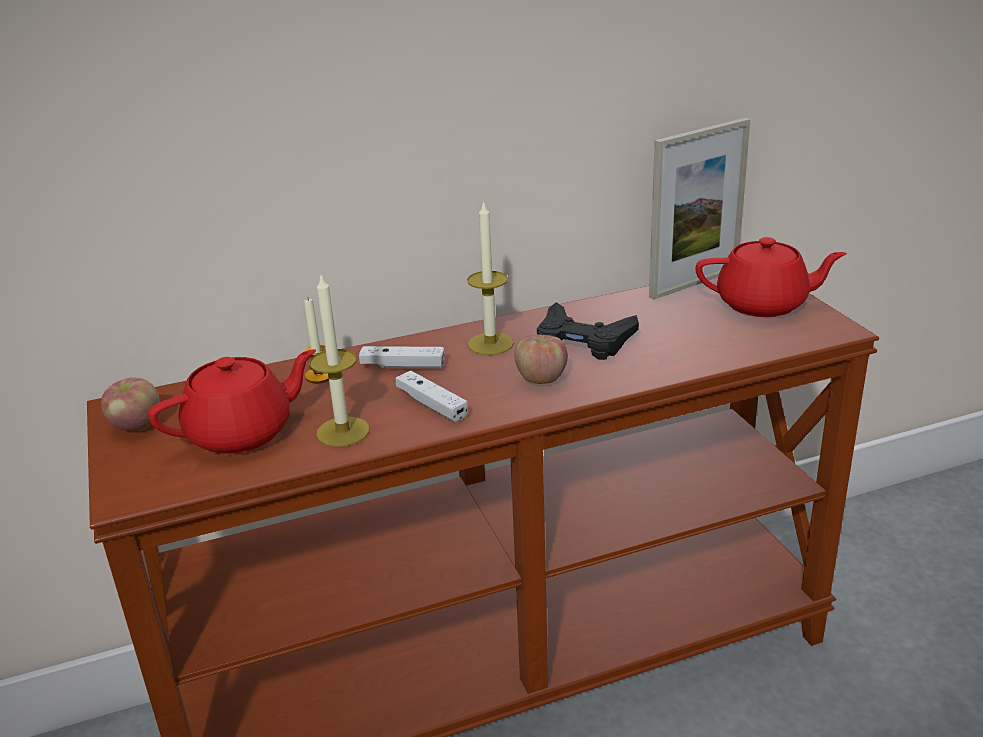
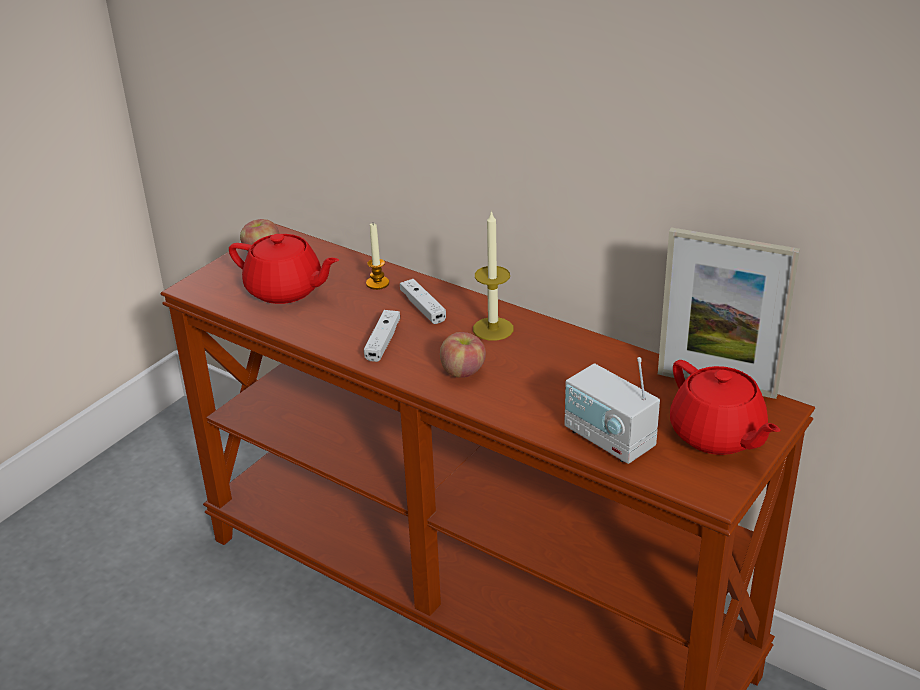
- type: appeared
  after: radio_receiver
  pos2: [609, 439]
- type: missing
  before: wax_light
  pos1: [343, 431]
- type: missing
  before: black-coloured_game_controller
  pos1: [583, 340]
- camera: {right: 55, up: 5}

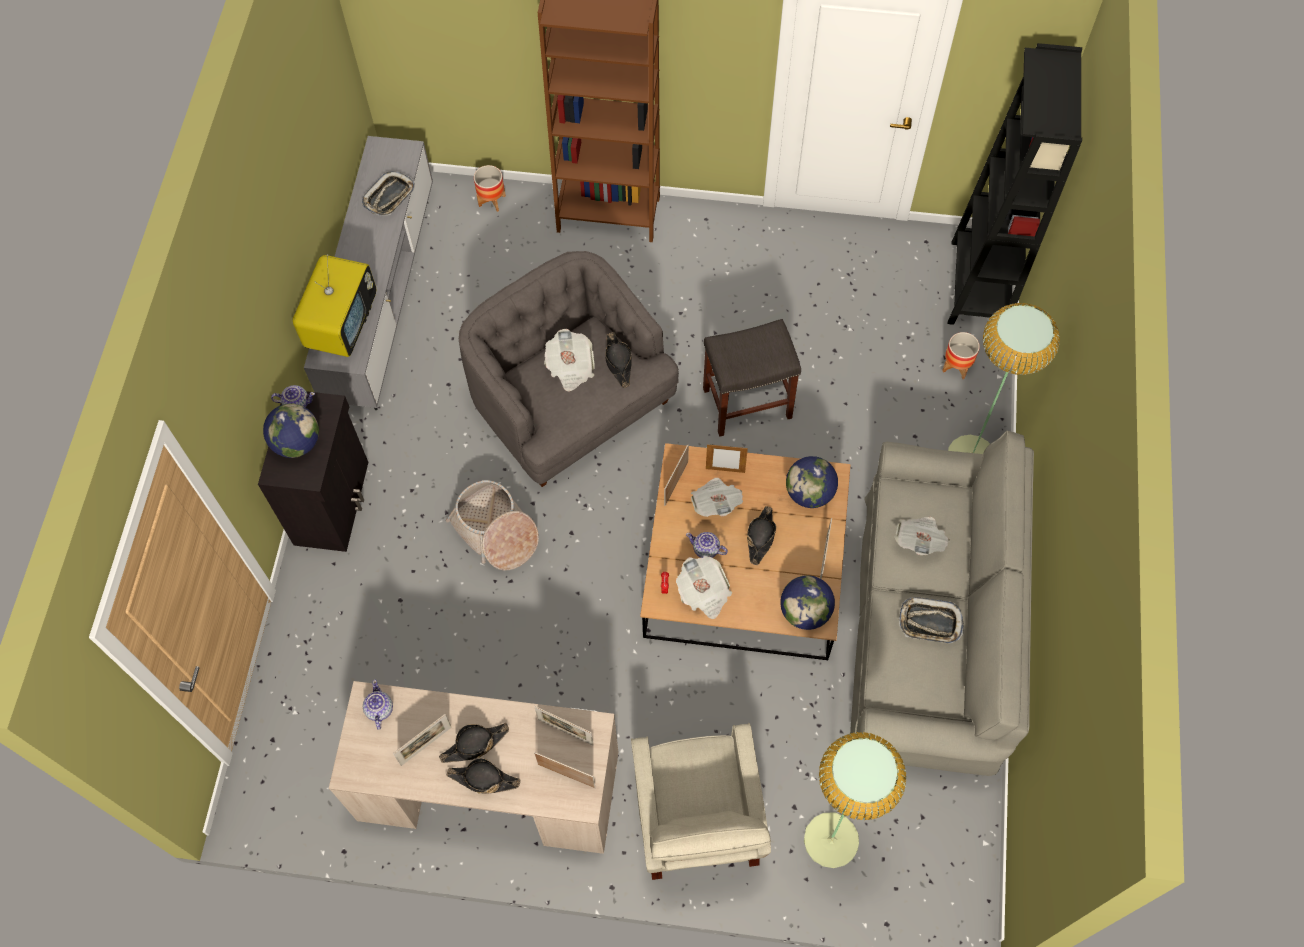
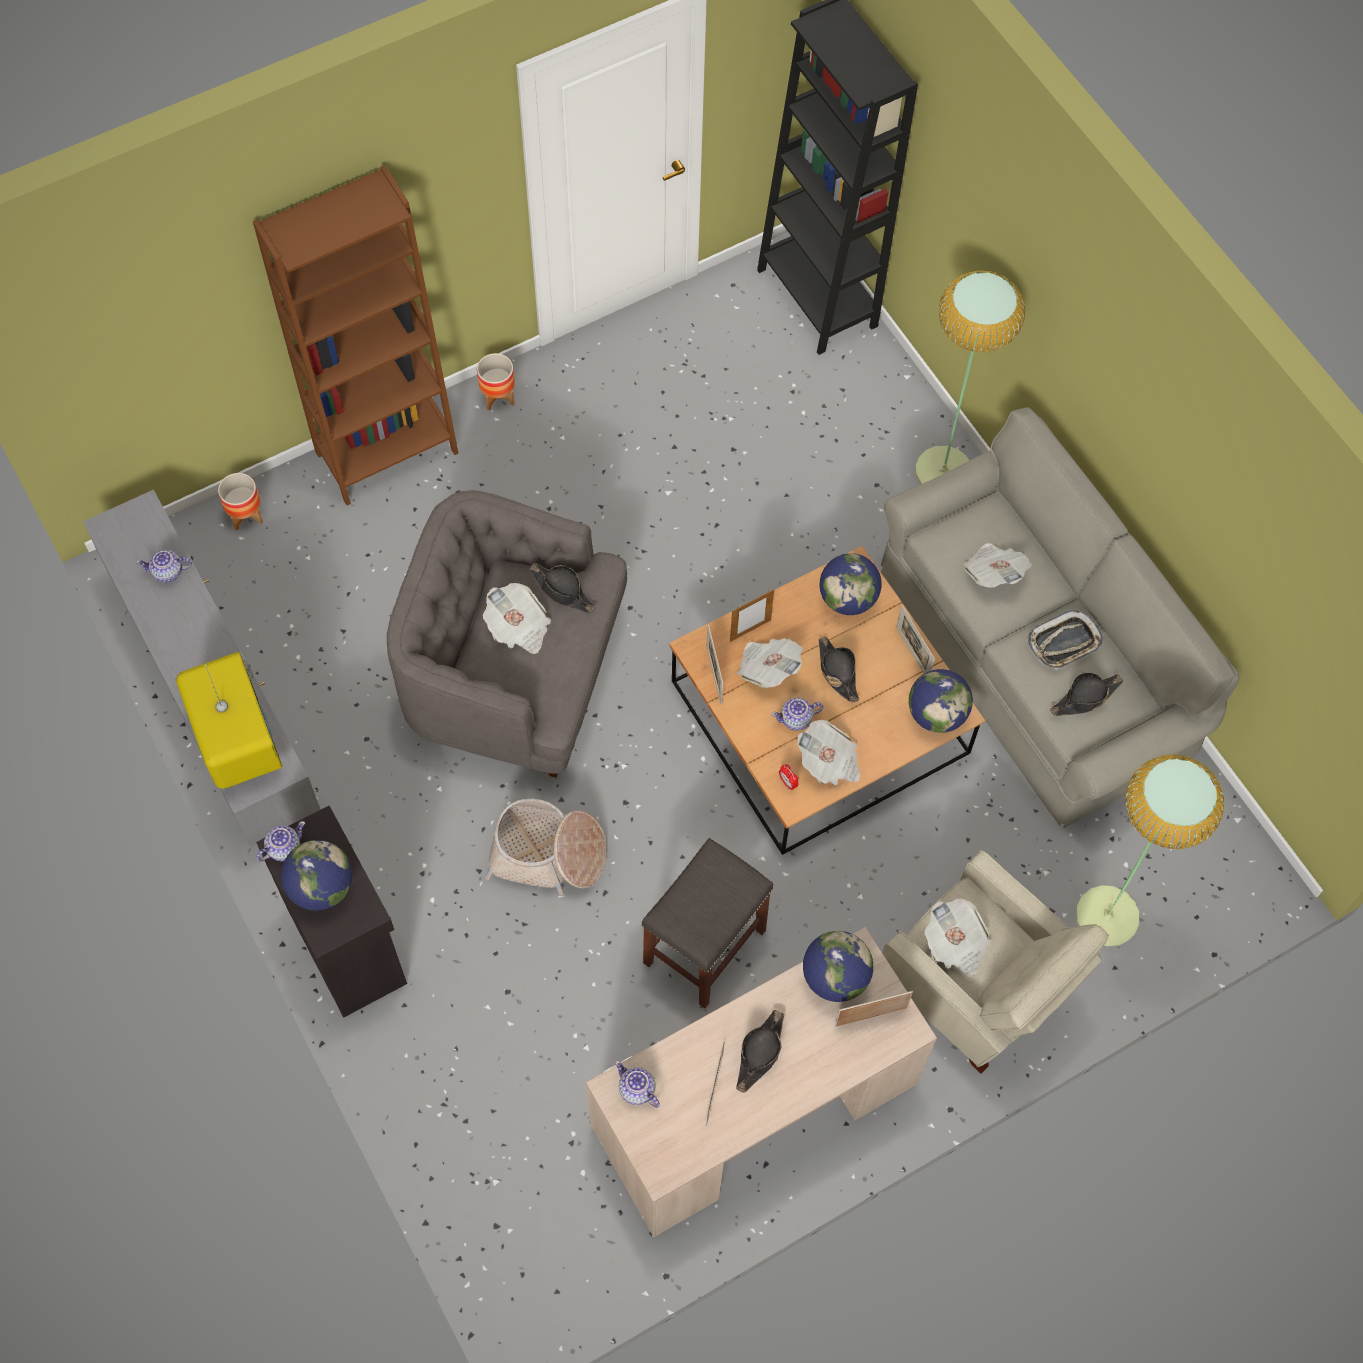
- type: exchanged
  before: tray
  after: tea_pot
  pos1: [389, 197]
  pos2: [168, 572]
- type: relocated
  before: flower_pot
  pos1: [956, 366]
  pos2: [498, 396]
- type: relocated
  before: grey_stool
  pos1: [748, 402]
  pos2: [705, 945]
- type: exchanged
  before: photo_frame
  after: globe
  pos1: [565, 732]
  pos2: [835, 977]
- type: appeared
  after: printed_paper
  pos2: [956, 944]
- type: relocated
  before: black-coloured_clothing_hat
  pos1: [483, 779]
  pos2: [1085, 698]
- camera: {right: -40, up: 0}

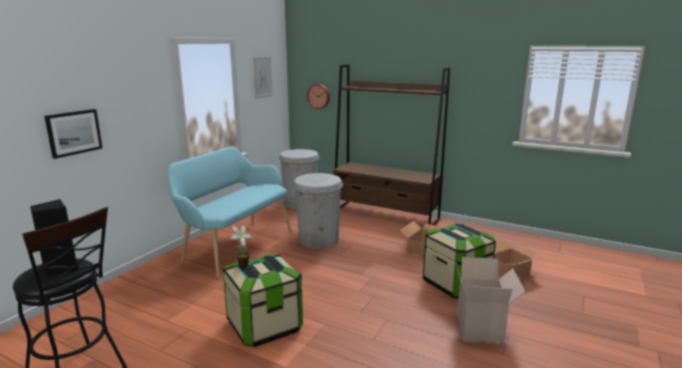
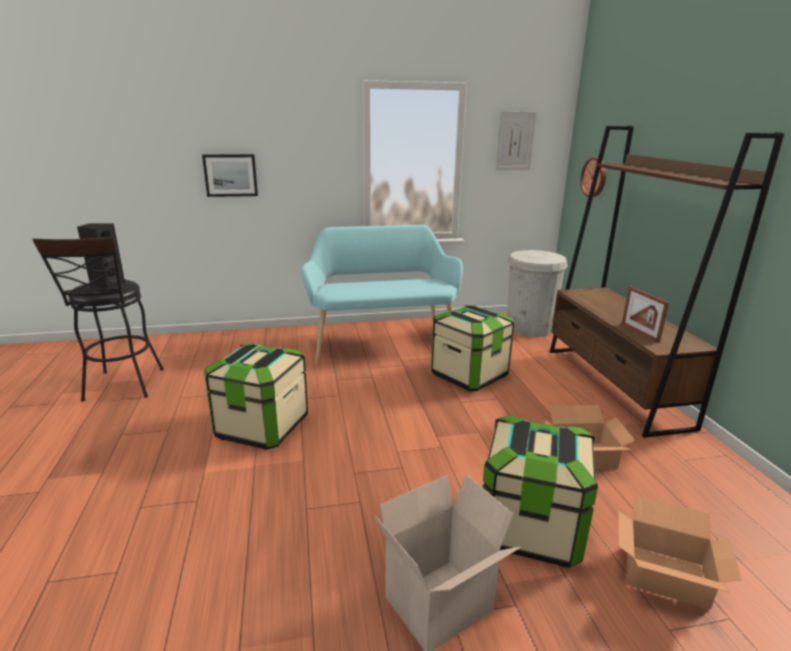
- type: exchanged
  before: white_rubbish_bin
  after: storage_box
  pos1: [318, 240]
  pos2: [469, 375]
- type: appeared
  after: photo_frame
  pos2: [639, 332]
- type: missing
  before: plant_in_a_pot
  pos1: [242, 265]
- camera: {right: 50, up: 5}

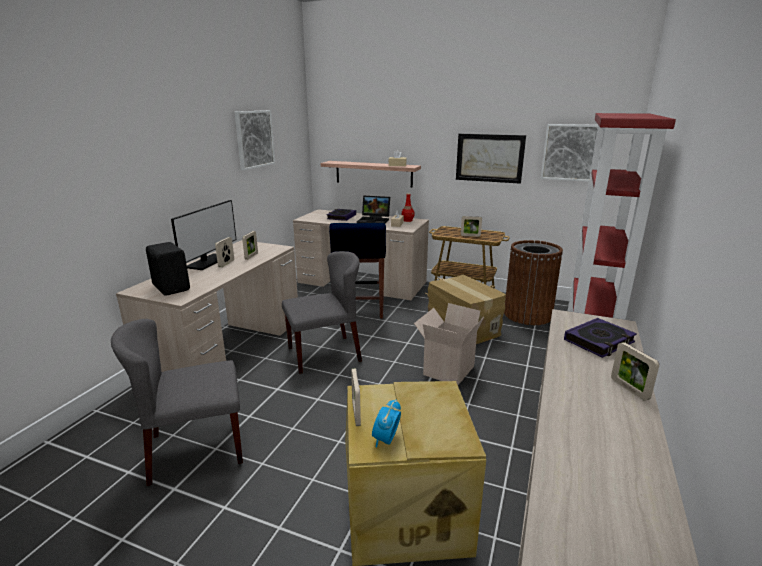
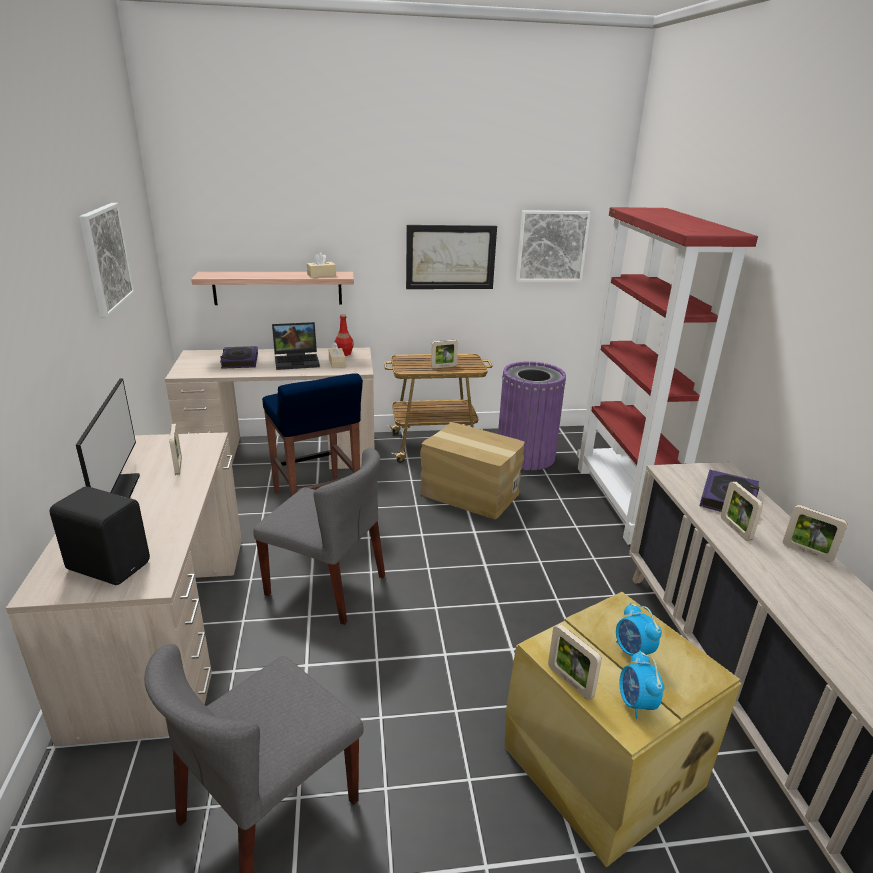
- type: spun
  before: grey_plain_chair
  pos1: [324, 354]
  pos2: [327, 585]
  turn: 75
- type: colour
  before: brown_rubbish_bin
  after: purple-coloured_rubbish_bin
  pos1: [527, 315]
  pos2: [525, 456]
- type: appeared
  after: table_clock
  pos2: [633, 651]
- type: relocated
  before: photo_frame
  pos1: [226, 263]
  pos2: [735, 529]
- type: missing
  before: packing_box
  pos1: [447, 369]
- camera: {right: -30, up: 5}

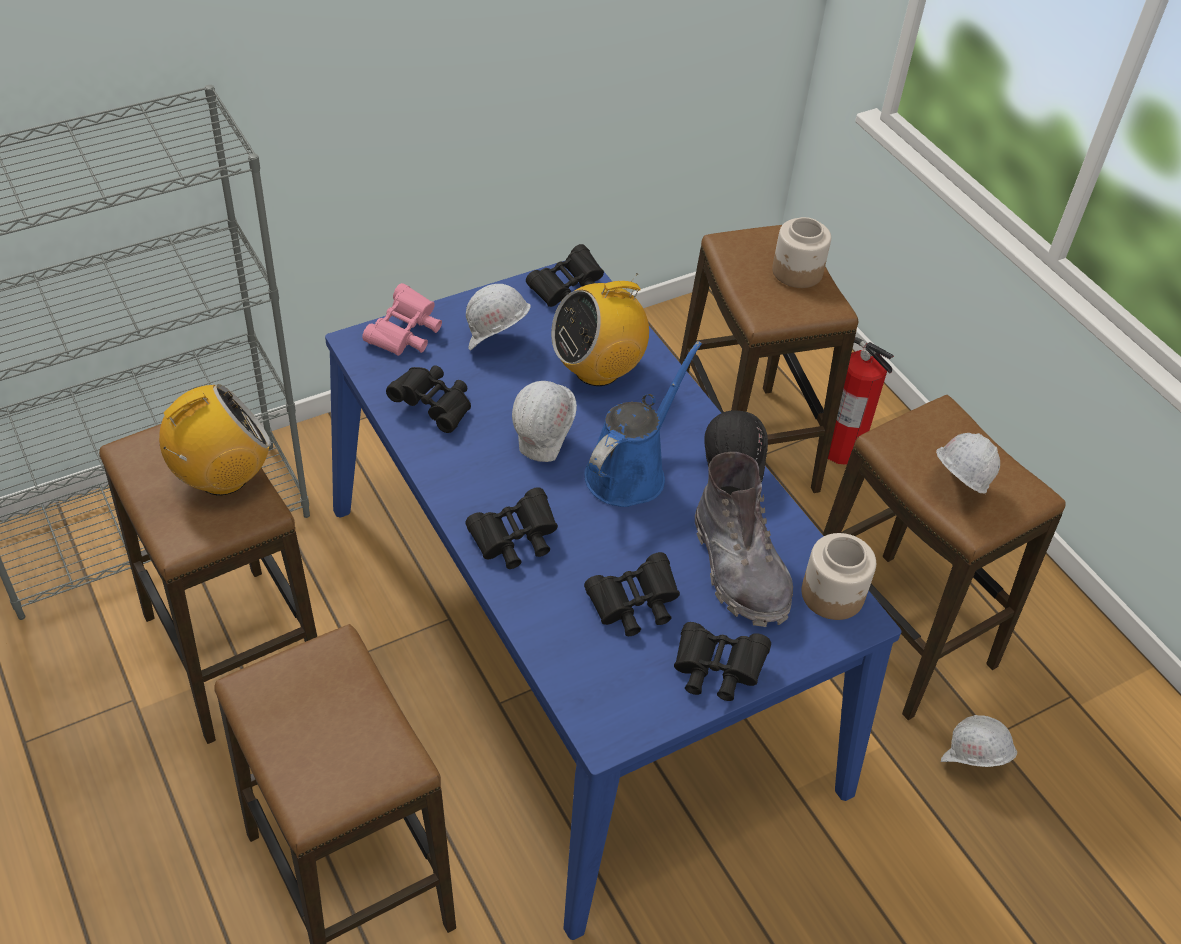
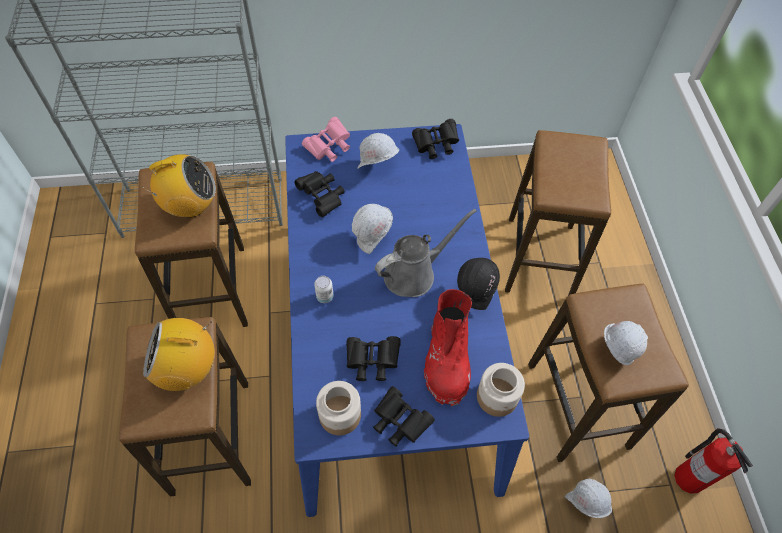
- type: relocated
  before: radio_receiver
  pos1: [597, 370]
  pos2: [187, 369]
- type: exchanged
  before: black-coloured_field_glasses
  after: can
  pos1: [514, 541]
  pos2: [325, 297]
- type: relocated
  before: jar
  pos1: [797, 272]
  pos2: [339, 415]
- type: colour
  before: blue-coloured_watering_pot
  after: grey_watering_pot
  pos1: [630, 471]
  pos2: [414, 273]
- type: colour
  before: grey_boot
  after: red-coloured_boot
  pos1: [739, 569]
  pos2: [447, 359]
- type: relocated
  before: extinguisher
  pos1: [841, 449]
  pos2: [689, 477]
- camera: {right: 25, up: 10}

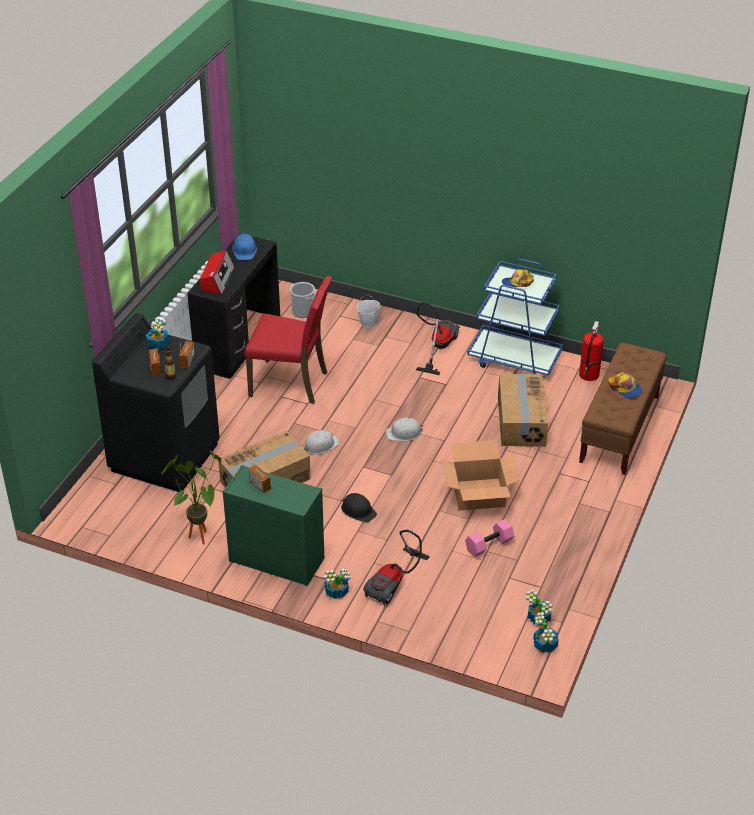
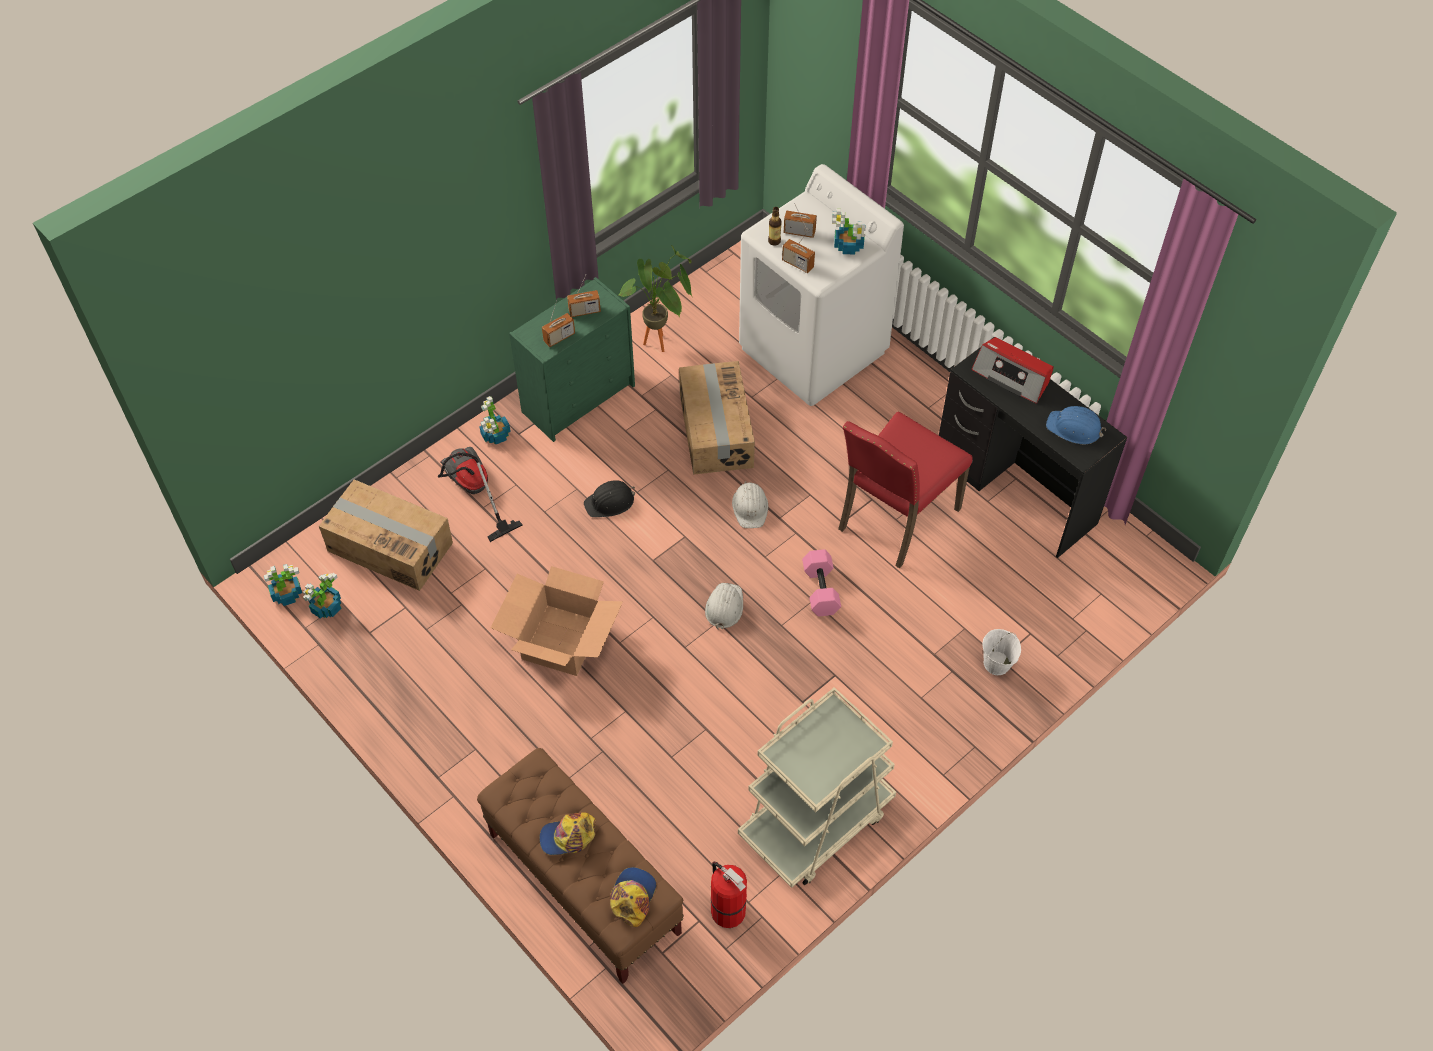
- type: relocated
  before: packing_box
  pos1: [520, 421]
  pos2: [390, 546]
- type: appeared
  after: radio_receiver
  pos2: [559, 337]
- type: relocated
  before: cap
  pos1: [517, 283]
  pos2: [633, 897]
- type: colour
  before: blue-coloured_wheeled_cart
  after: beige-coloured_wheeled_cart
  pos1: [514, 359]
  pos2: [815, 822]
- type: colour
  before: black-coloured_washing_machine
  after: white_washing_machine
  pos1: [165, 456]
  pos2: [813, 351]
- type: relocated
  before: pinkish_hand_weight
  pos1: [489, 545]
  pos2: [819, 589]
- type: missing
  before: water_bucket
  pos1: [303, 311]
- type: missing
  before: vacuum_cleaner
  pos1: [437, 347]
- camera: {right: 115, up: 15}

